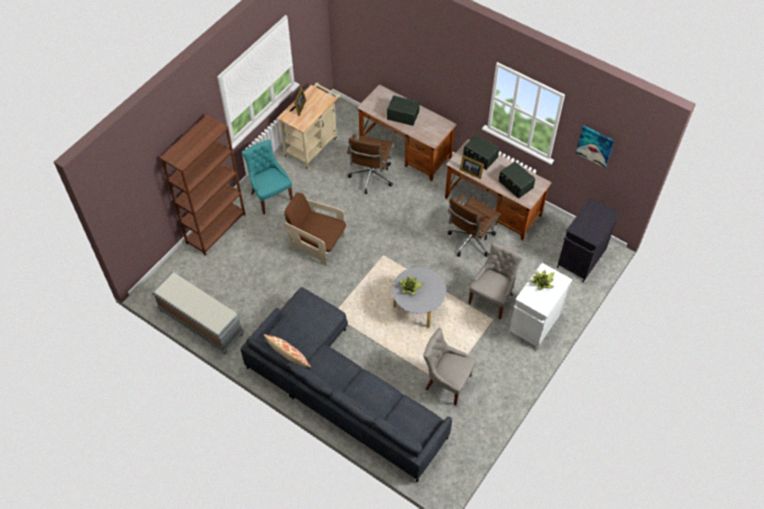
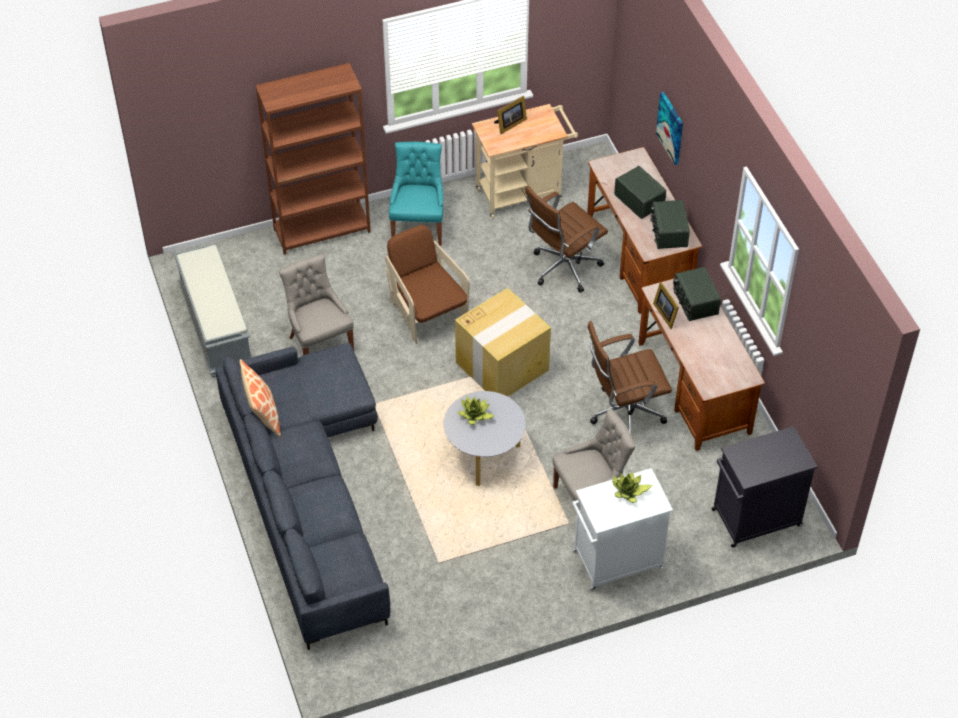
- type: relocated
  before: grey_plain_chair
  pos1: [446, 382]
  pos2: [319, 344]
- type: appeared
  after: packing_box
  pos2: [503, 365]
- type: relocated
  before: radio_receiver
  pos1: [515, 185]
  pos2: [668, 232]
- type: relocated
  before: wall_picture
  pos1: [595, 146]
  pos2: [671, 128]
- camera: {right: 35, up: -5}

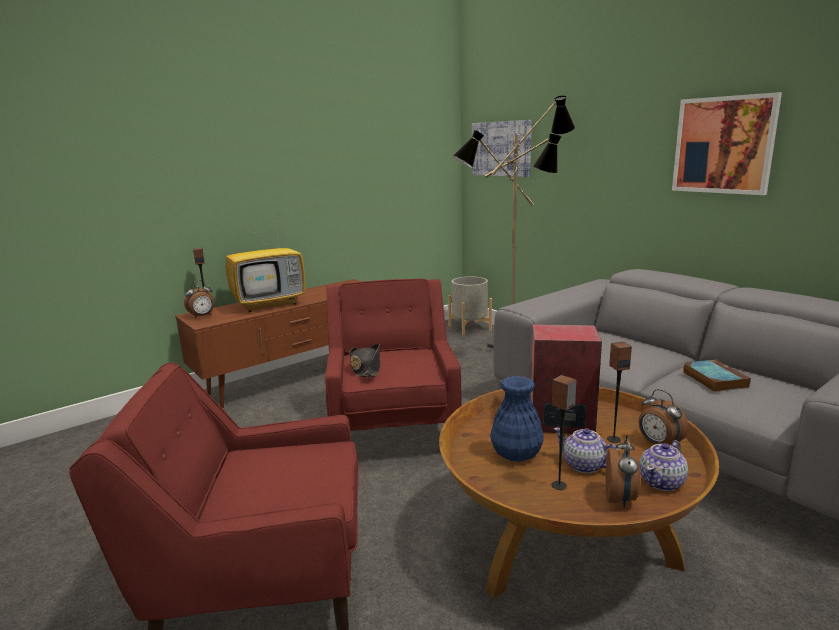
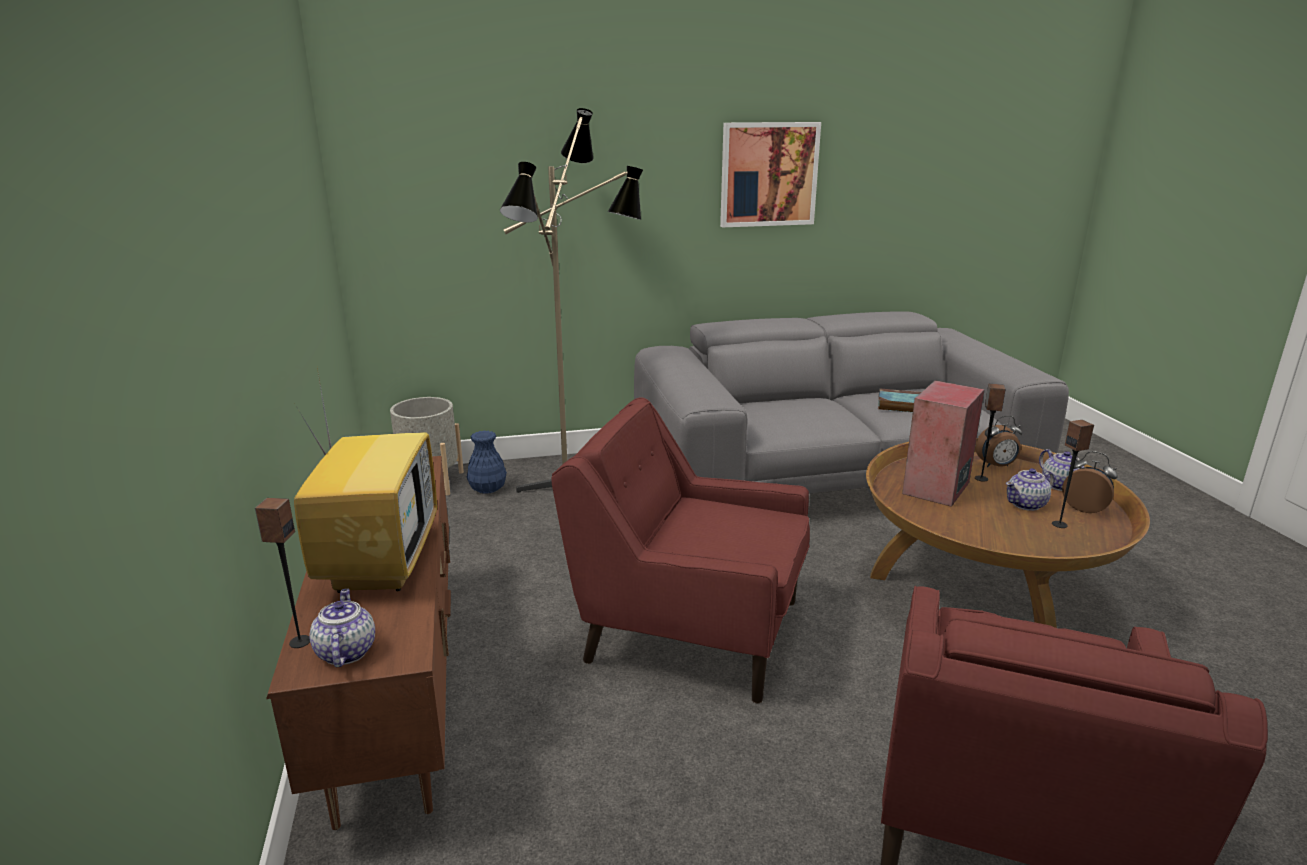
- type: exchanged
  before: table_clock
  after: tea_pot
  pos1: [202, 316]
  pos2: [345, 651]
- type: relocated
  before: blue-coloured_flower_vase
  pos1: [515, 454]
  pos2: [487, 489]
- type: missing
  before: black-coloured_clothing_hat
  pos1: [366, 368]
- type: missing
  before: wall_picture
  pos1: [501, 149]
- camera: {right: -65, up: 5}

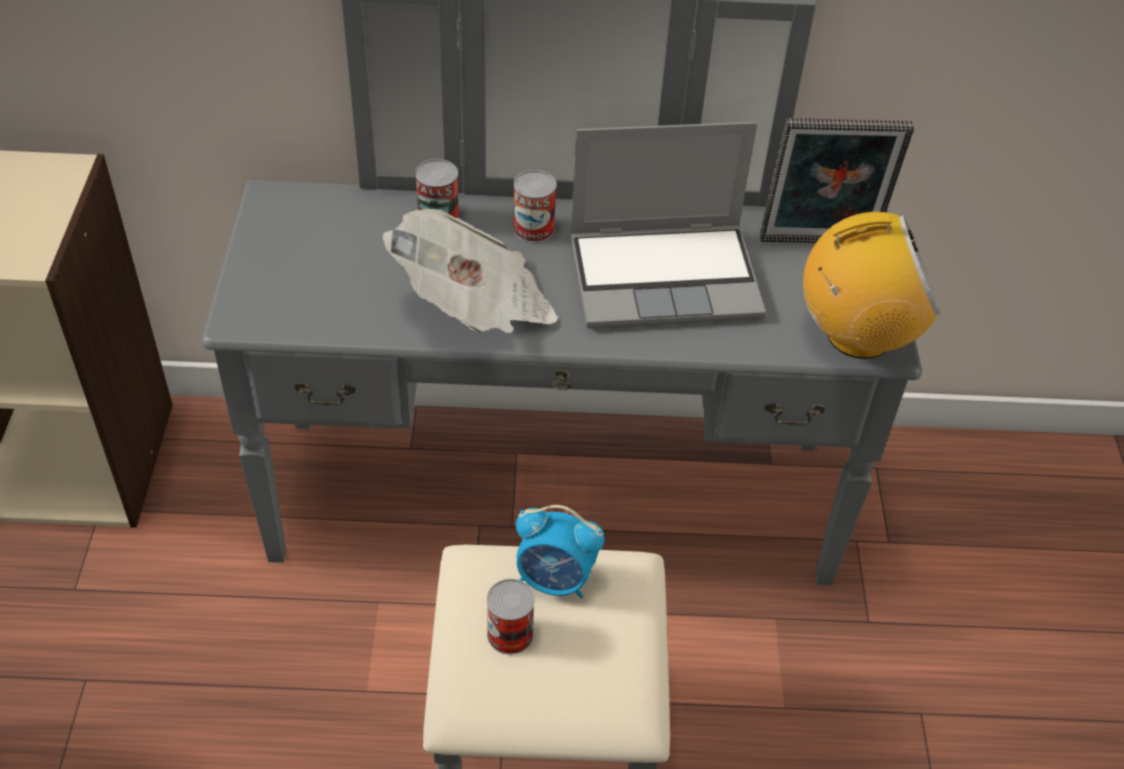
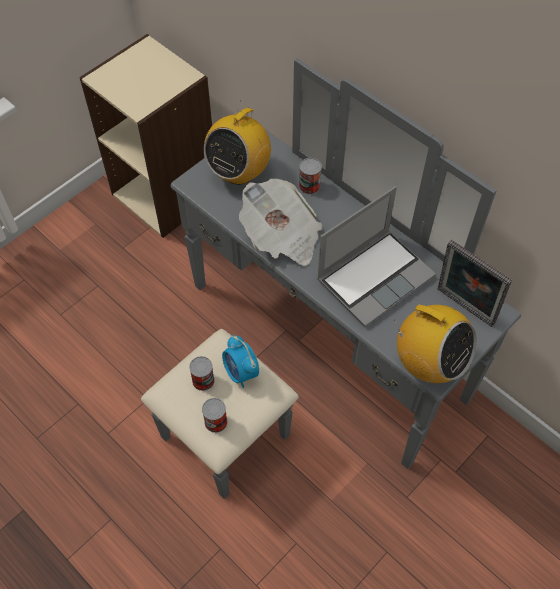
- type: relocated
  before: can
  pos1: [533, 228]
  pos2: [215, 421]
- type: appeared
  after: radio_receiver
  pos2: [239, 172]
- type: spun
  before: laptop
  pos1: [666, 276]
  pos2: [375, 277]
  turn: -75
- camera: {right: 45, up: 10}

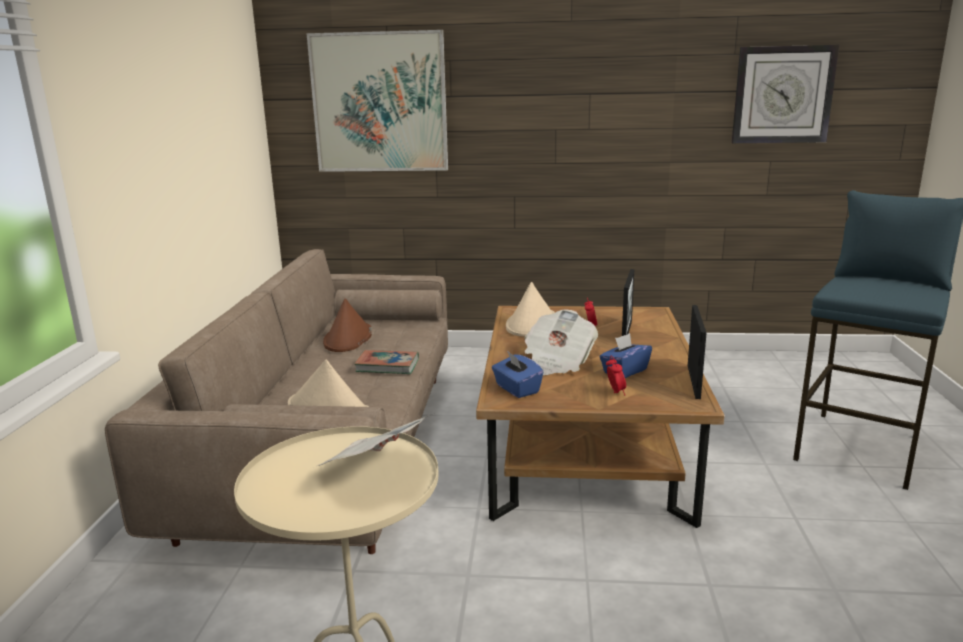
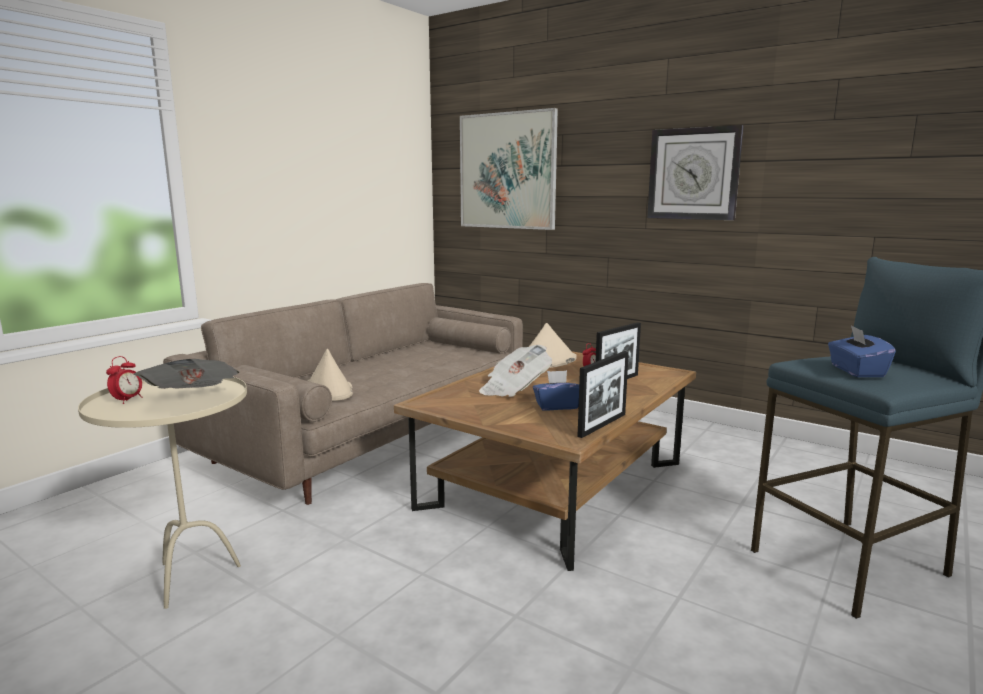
- type: relocated
  before: table_clock
  pos1: [615, 392]
  pos2: [127, 400]
- type: relocated
  before: wall_clock
  pos1: [782, 95]
  pos2: [693, 174]
- type: relocated
  before: blue-coloured_tissue_box
  pos1: [516, 389]
  pos2: [856, 371]
- type: missing
  before: brown_clothing_hat
  pos1: [348, 338]
- type: missing
  before: volume
  pos1: [387, 366]
- camera: {right: 30, up: -5}

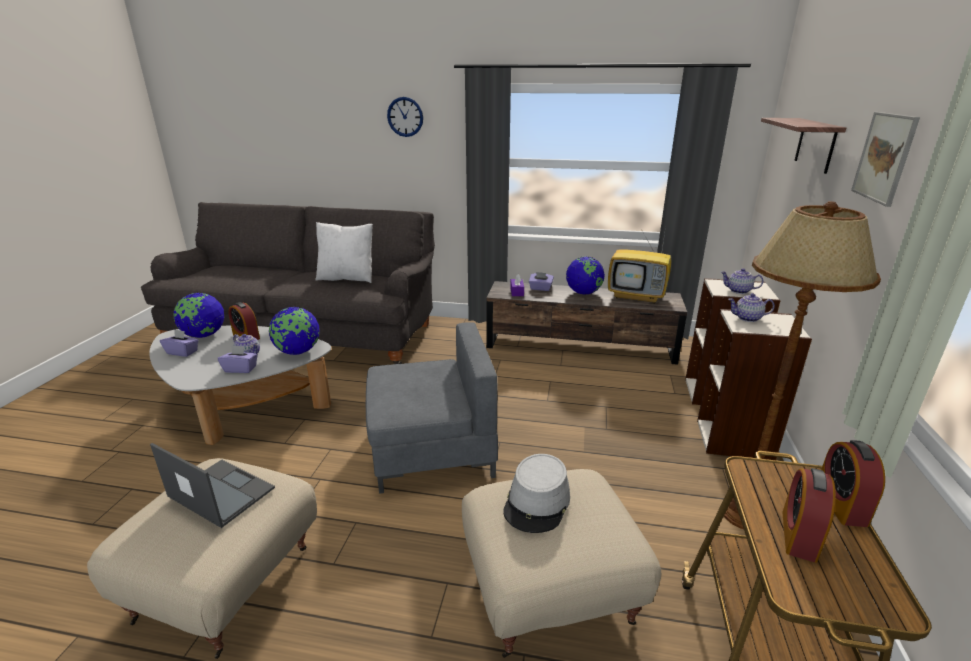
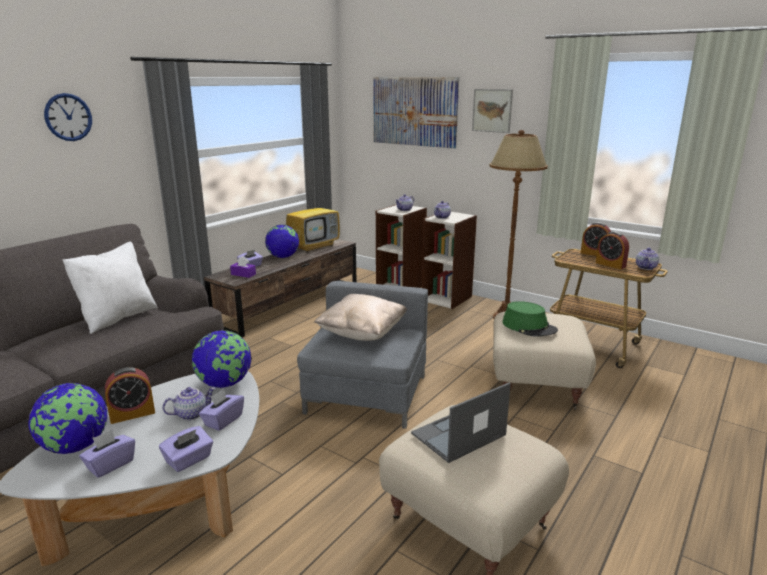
- type: appeared
  after: purple-coloured_tissue_box
  pos2: [189, 460]
- type: appeared
  after: beige-coloured_cushion
  pos2: [362, 334]
- type: exchanged
  before: wall_shelf
  after: wall_picture
  pos1: [815, 144]
  pos2: [414, 111]
- type: colour
  before: grey_clothing_hat
  after: green_clothing_hat
  pos1: [537, 502]
  pos2: [529, 327]
- type: appeared
  after: tea_pot
  pos2: [646, 267]
- camera: {right: -65, up: -5}

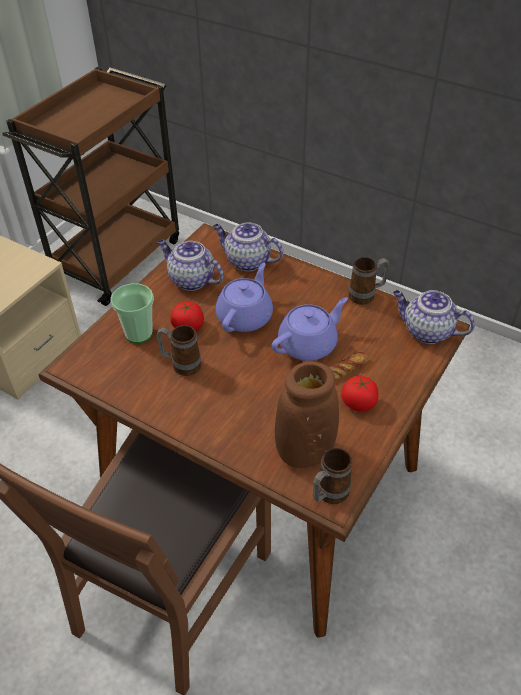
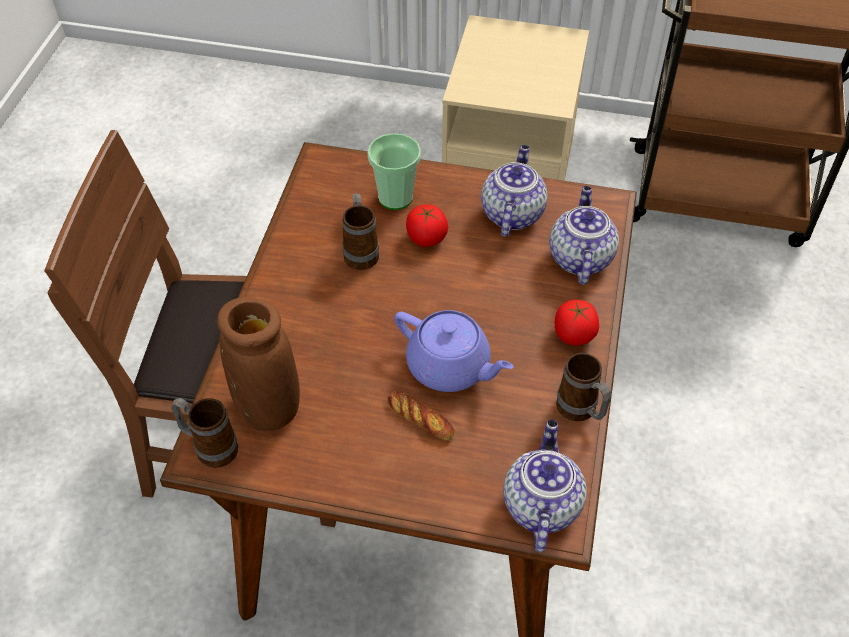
- type: relocated
  before: fresh_tomato
  pos1: [358, 403]
  pos2: [574, 334]
- type: missing
  before: purple-coloured_tea_pot
  pos1: [245, 316]
- camera: {right: 70, up: 5}

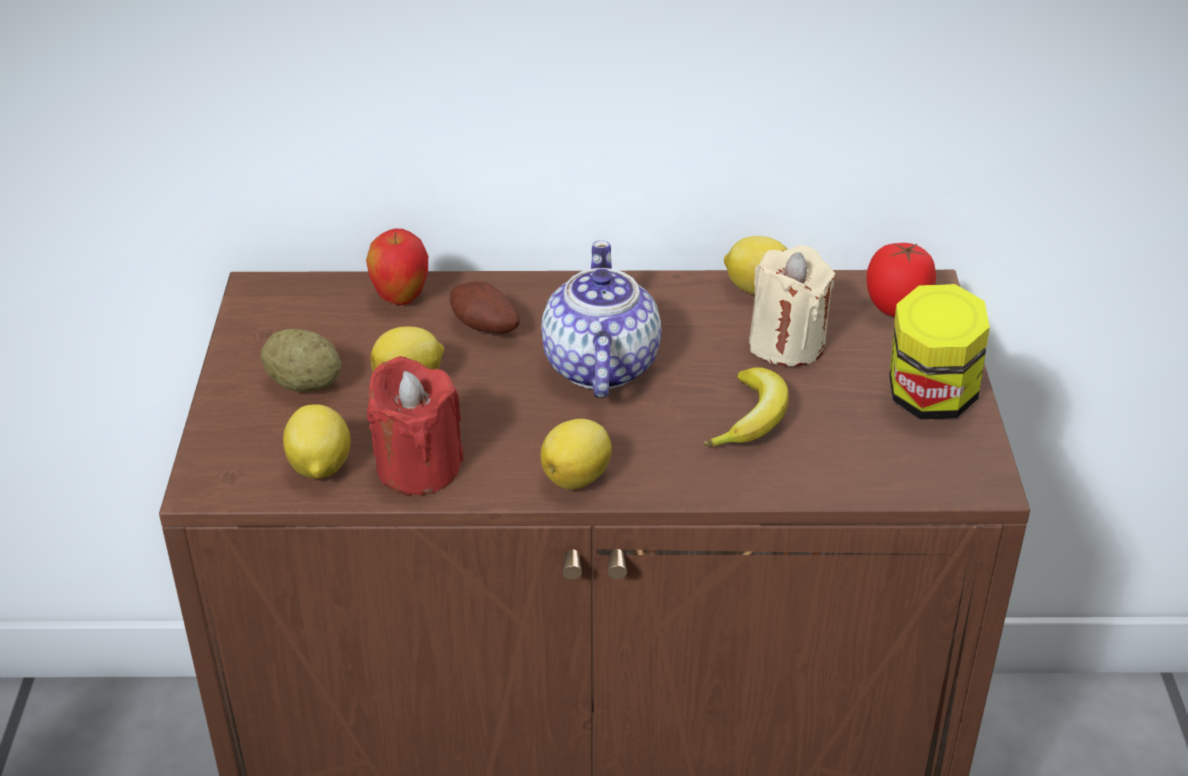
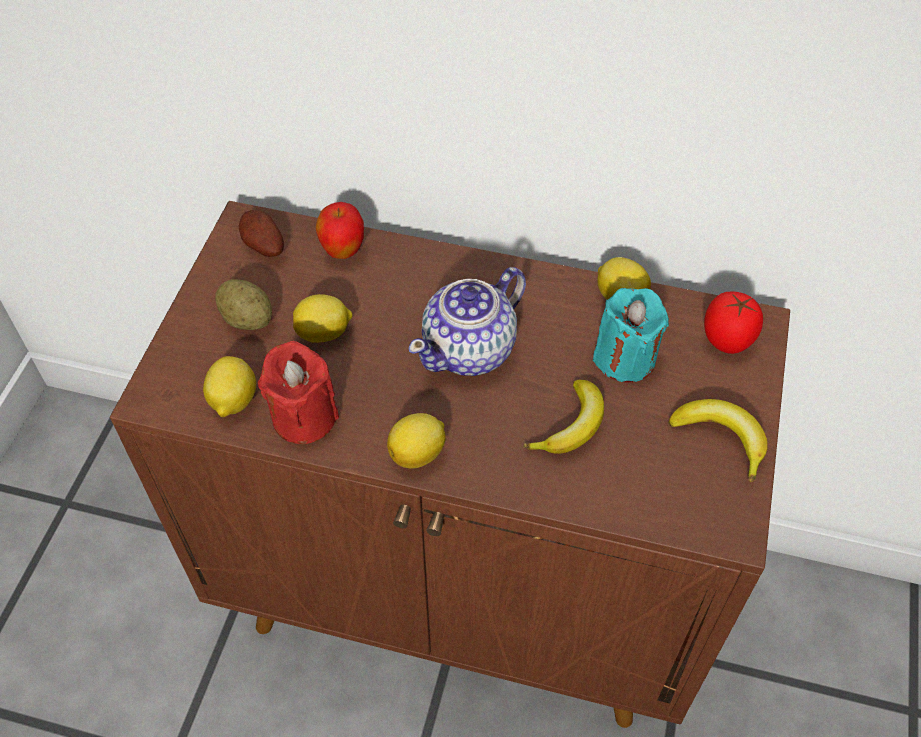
- type: relocated
  before: potato
  pos1: [484, 328]
  pos2: [263, 247]
- type: spun
  before: tea_pot
  pos1: [599, 367]
  pos2: [470, 349]
  turn: -150
- type: colour
  before: beige-coloured_wax_light
  after: turquoise_wax_light
  pos1: [787, 344]
  pos2: [625, 358]
- type: exchanged
  before: jar
  after: banana_fruit
  pos1: [929, 399]
  pos2: [721, 438]
- camera: {right: 15, up: 15}

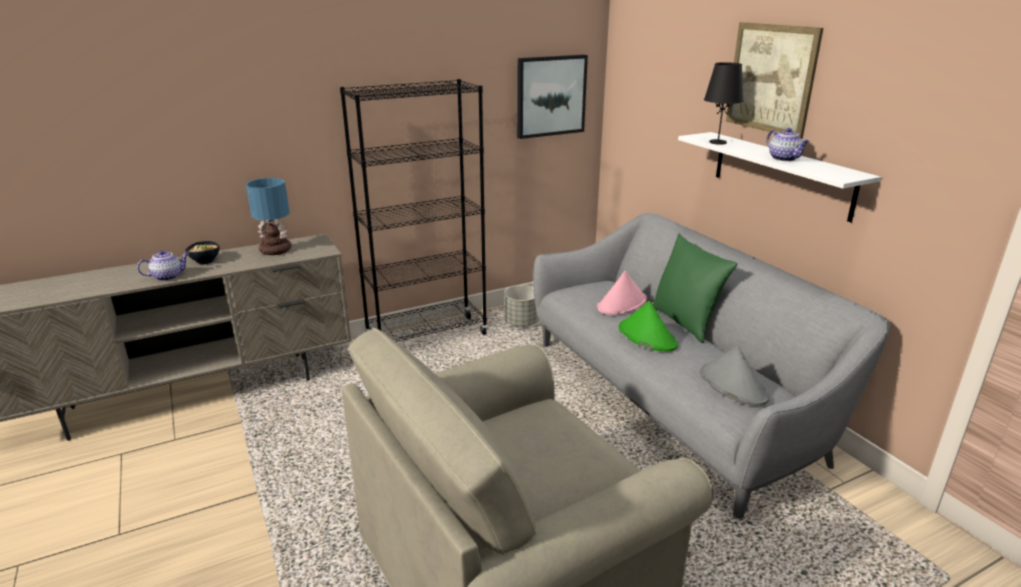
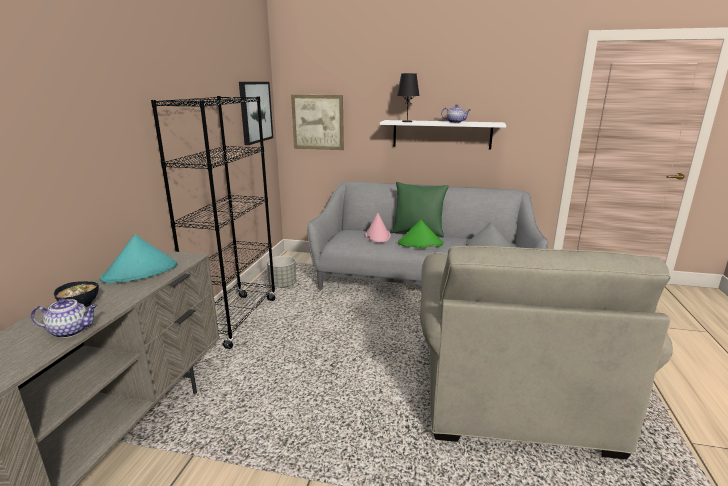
- type: spun
  before: tea_pot
  pos1: [168, 277]
  pos2: [71, 331]
  turn: 75
- type: exchanged
  before: table_lamp
  after: turquoise_clothing_hat
  pos1: [277, 250]
  pos2: [141, 272]
- type: relocated
  before: wall_picture
  pos1: [771, 78]
  pos2: [318, 122]
- camera: {right: -50, up: -5}

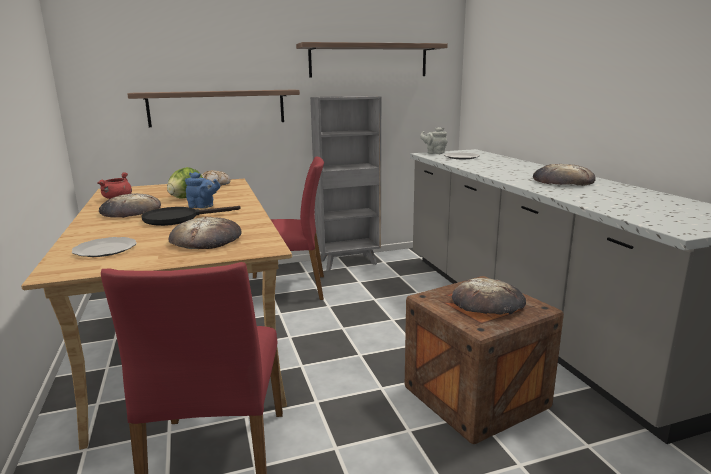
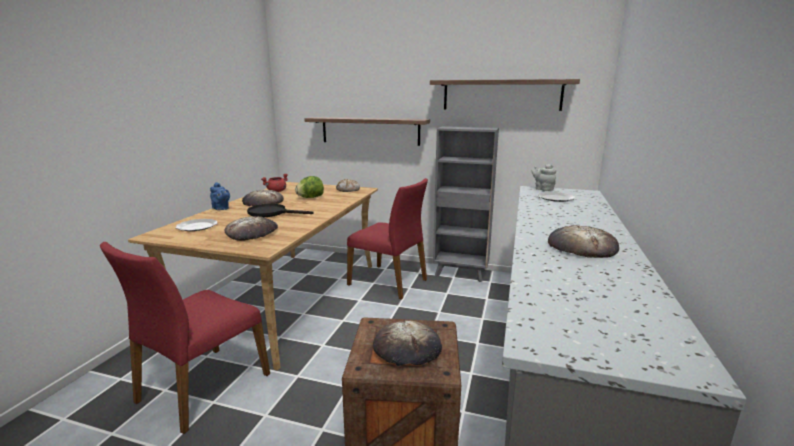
- type: relocated
  before: blue-coloured_tea_pot
  pos1: [203, 207]
  pos2: [221, 208]
- camera: {right: 35, up: 0}

